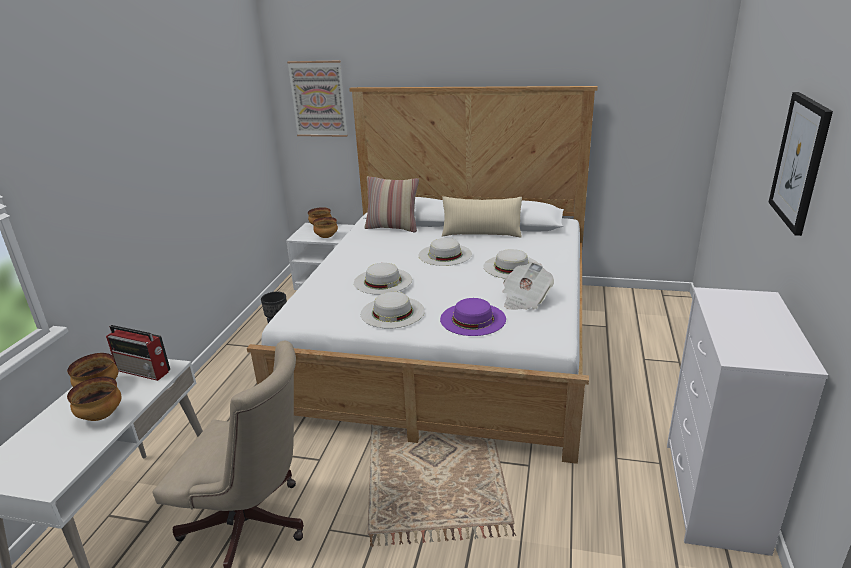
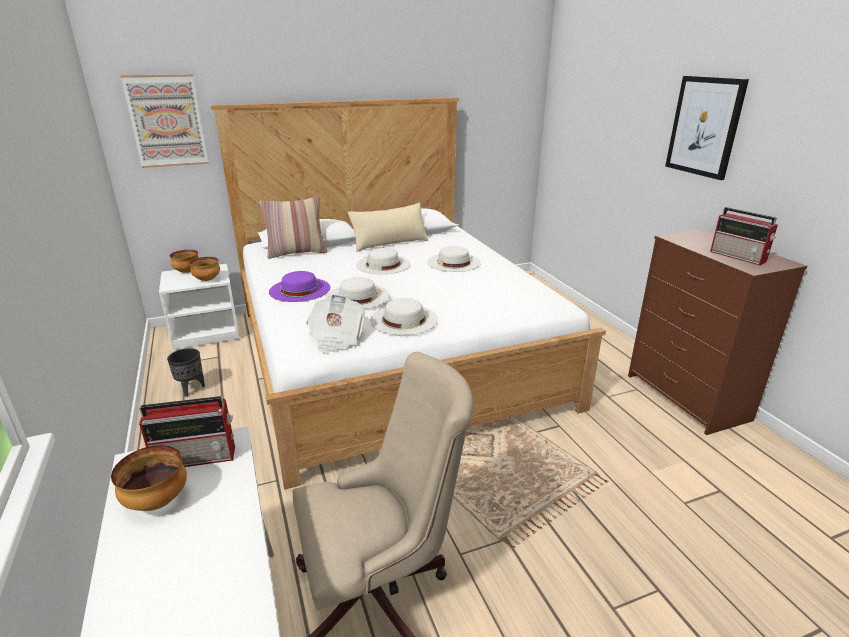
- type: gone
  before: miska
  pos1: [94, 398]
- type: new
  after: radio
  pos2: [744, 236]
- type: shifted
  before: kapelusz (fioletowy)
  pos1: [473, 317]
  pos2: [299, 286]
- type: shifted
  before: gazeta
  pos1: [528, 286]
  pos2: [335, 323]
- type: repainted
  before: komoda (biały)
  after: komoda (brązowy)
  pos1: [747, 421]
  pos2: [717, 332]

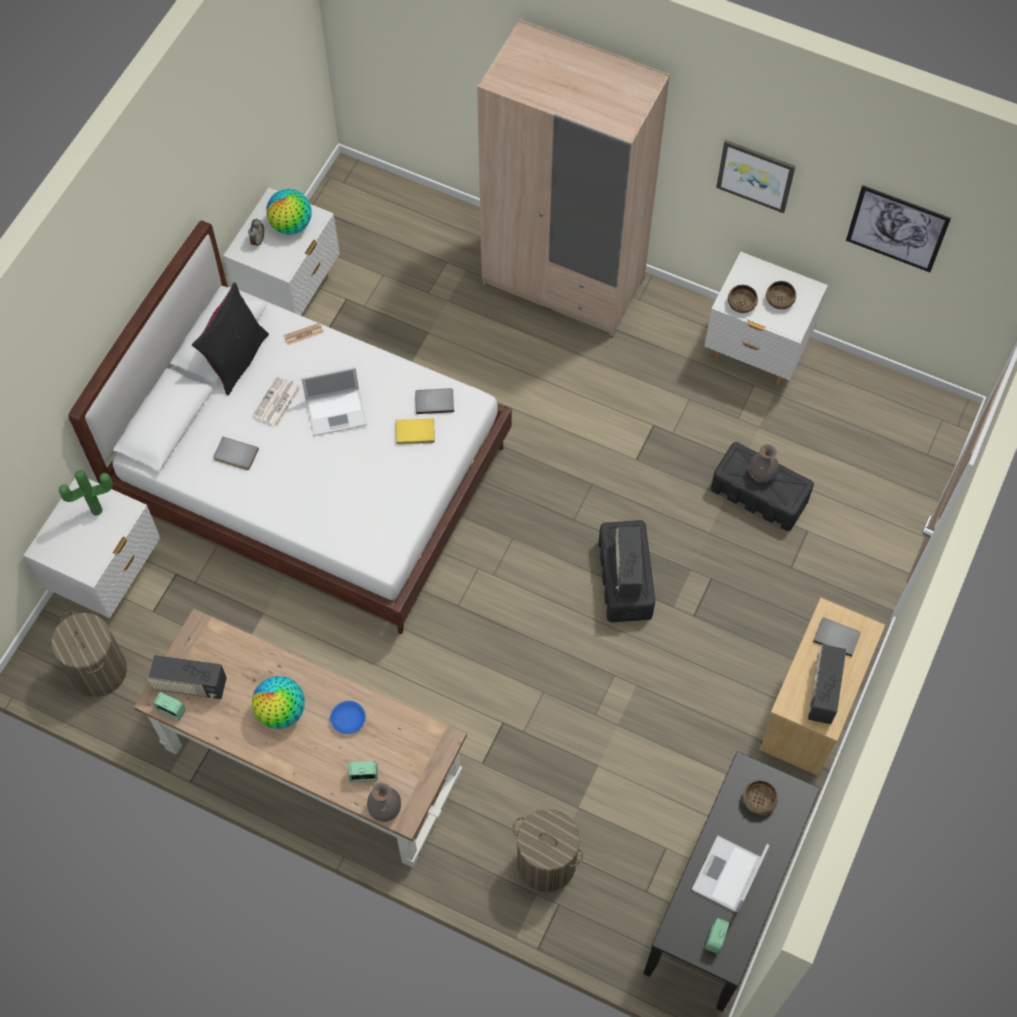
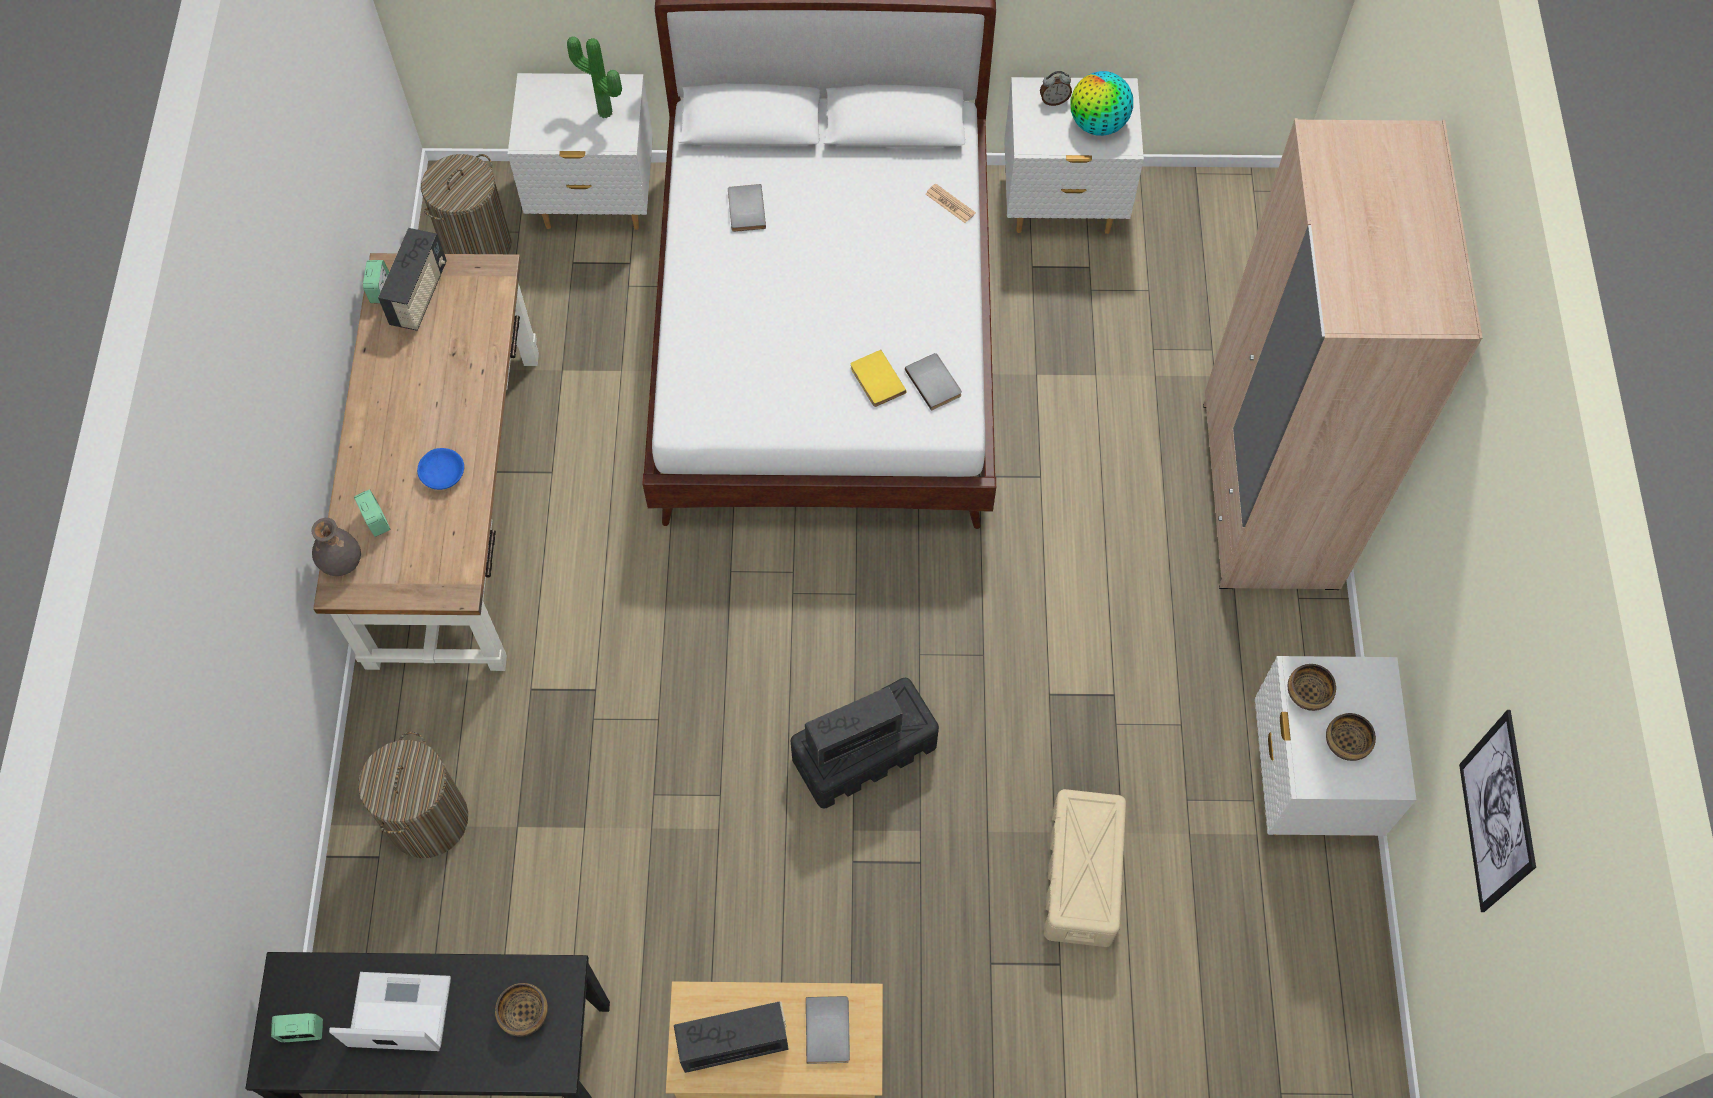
- type: gone
  before: poduszka (czarny)
  pos1: [230, 338]
- type: gone
  before: gazeta
  pos1: [276, 401]
- type: gone
  before: globus
  pos1: [278, 702]
- type: gone
  before: laptop
  pos1: [334, 401]
- type: gone
  before: obraz
  pos1: [756, 176]
- type: gone
  before: wazon (szary)
  pos1: [763, 463]
- type: repainted
  before: pojemnik do przechowywania (czarny)
  after: pojemnik do przechowywania (beżowy)
  pos1: [762, 486]
  pos2: [1085, 868]
- type: rotated
  before: radio
  pos1: [188, 677]
  pos2: [412, 279]
  turn: -150

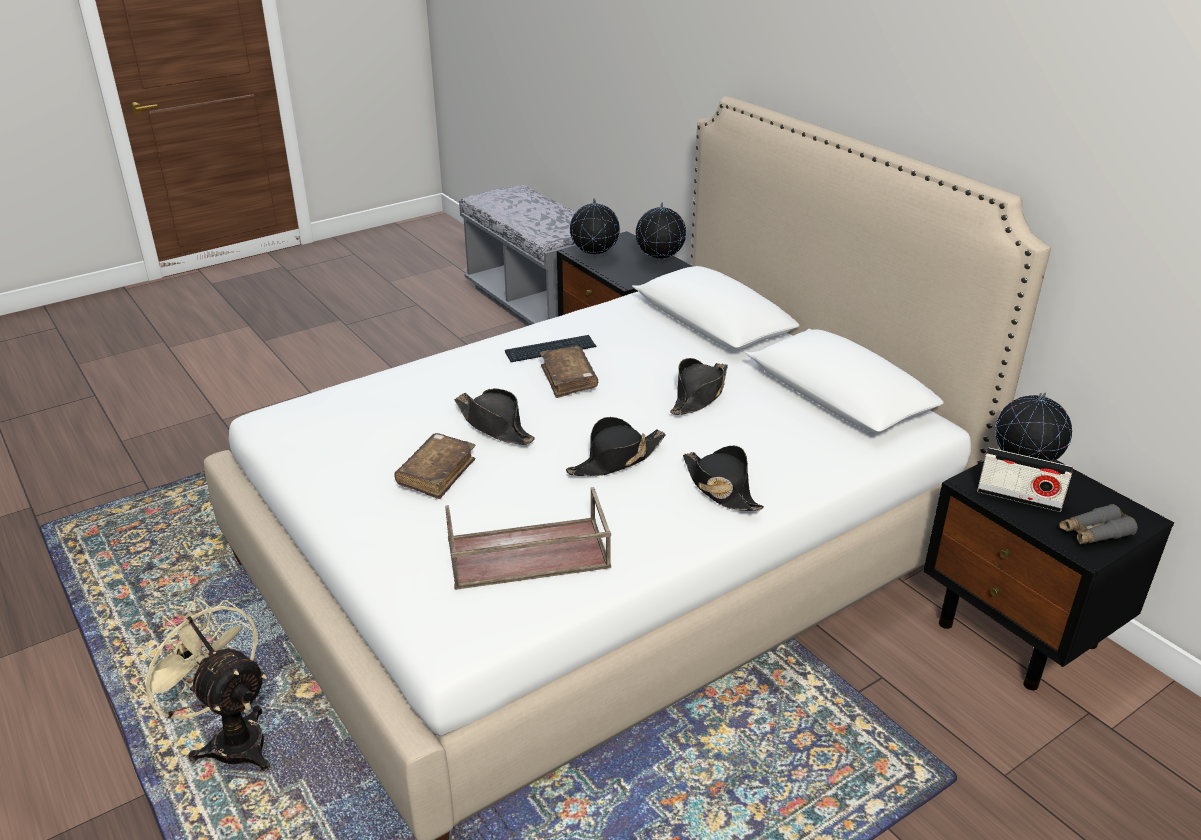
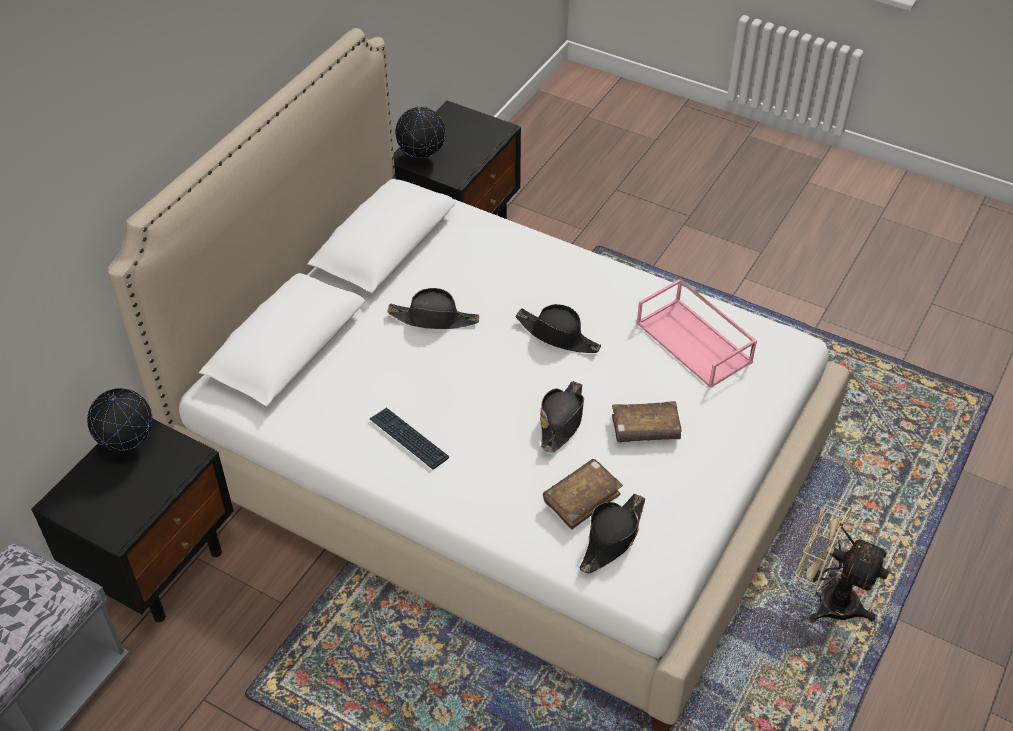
- type: gone
  before: globus
  pos1: [595, 229]
- type: gone
  before: radio
  pos1: [1025, 479]
- type: gone
  before: lornetka (szary)
  pos1: [1098, 524]
- type: shifted
  before: książka (brązowy)
  pos1: [569, 372]
  pos2: [583, 494]
- type: shifted
  before: kapelusz (czarny)
  pos1: [723, 478]
  pos2: [612, 534]
- type: repainted
  before: taca (brązowy)
  after: taca (różowy)
  pos1: [528, 538]
  pos2: [696, 333]
- type: rotated
  before: wentylator (beżowy)
  pos1: [201, 684]
  pos2: [841, 561]
  turn: 105

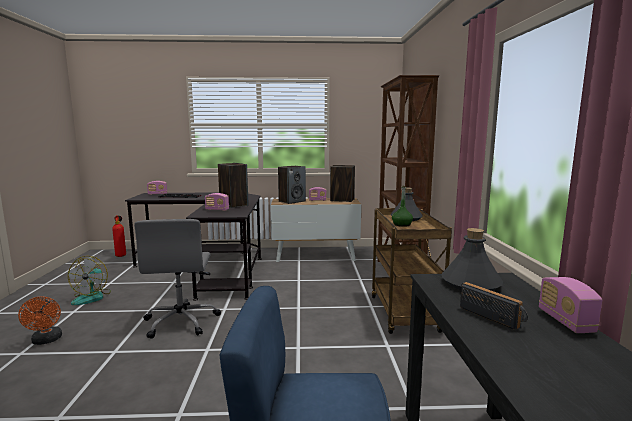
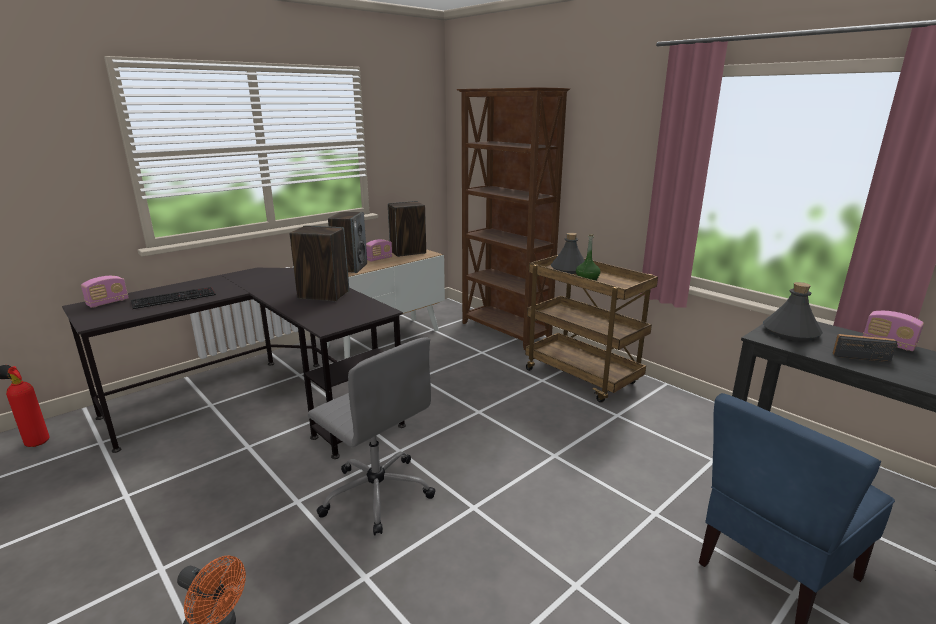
- type: gone
  before: wentylator
  pos1: [89, 280]
- type: gone
  before: radio
  pos1: [217, 202]

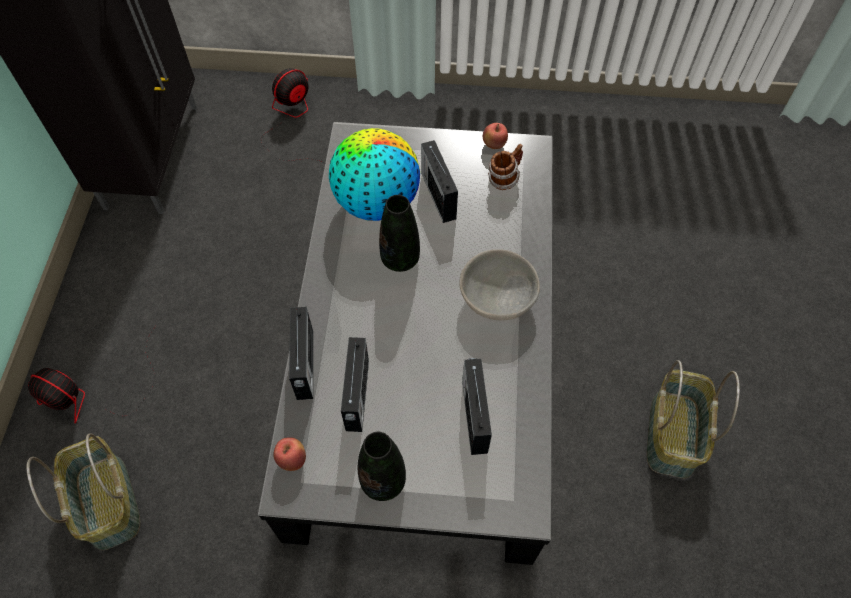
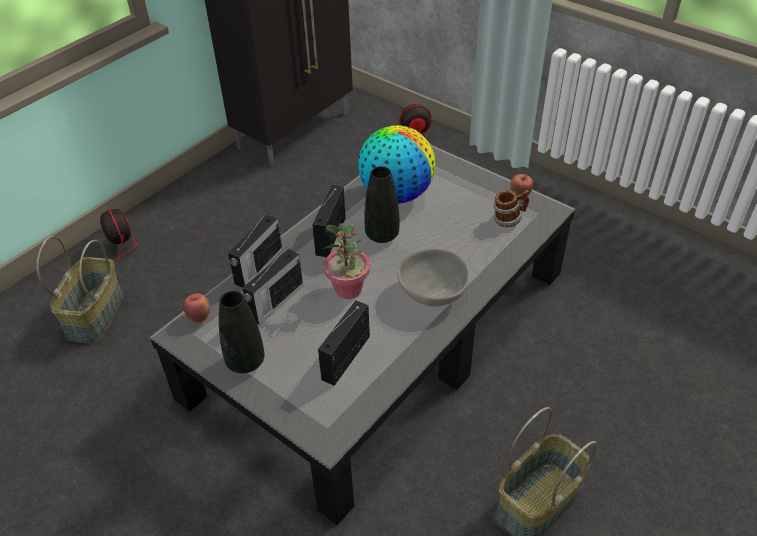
- type: new
  after: roślina doniczkowa
  pos2: [346, 261]
- type: shifted
  before: radio
  pos1: [439, 181]
  pos2: [329, 221]

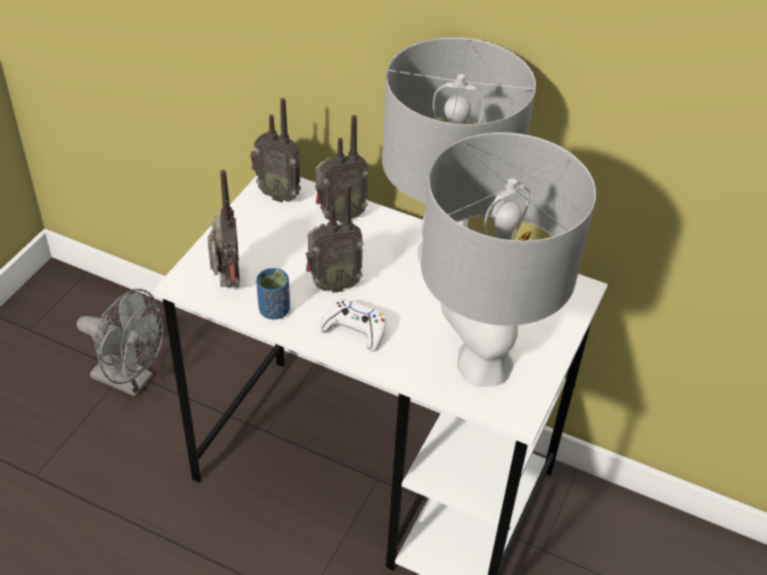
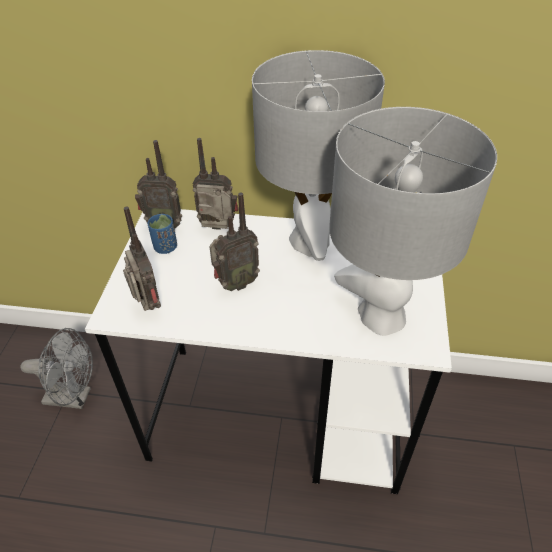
- type: gone
  before: pad do gier (biały)
  pos1: [353, 325]
- type: shifted
  before: filiżanka (niebieski)
  pos1: [273, 294]
  pos2: [162, 234]
- type: rotated
  before: radio
  pos1: [342, 169]
  pos2: [215, 184]
  turn: -135

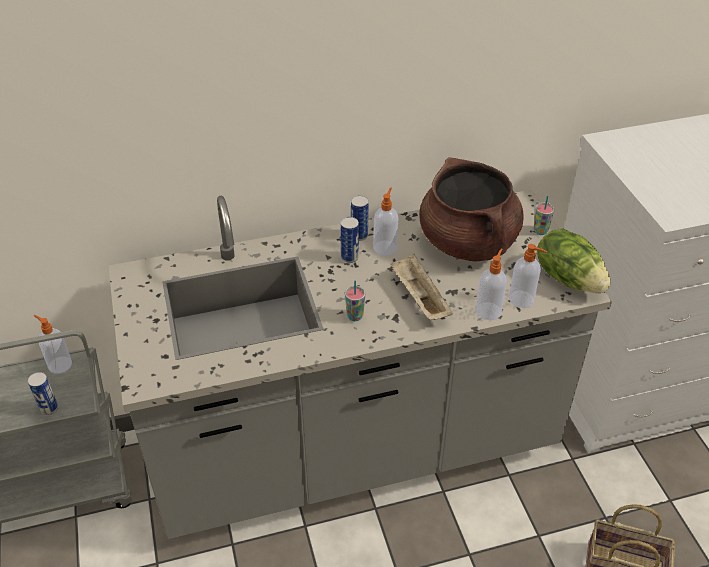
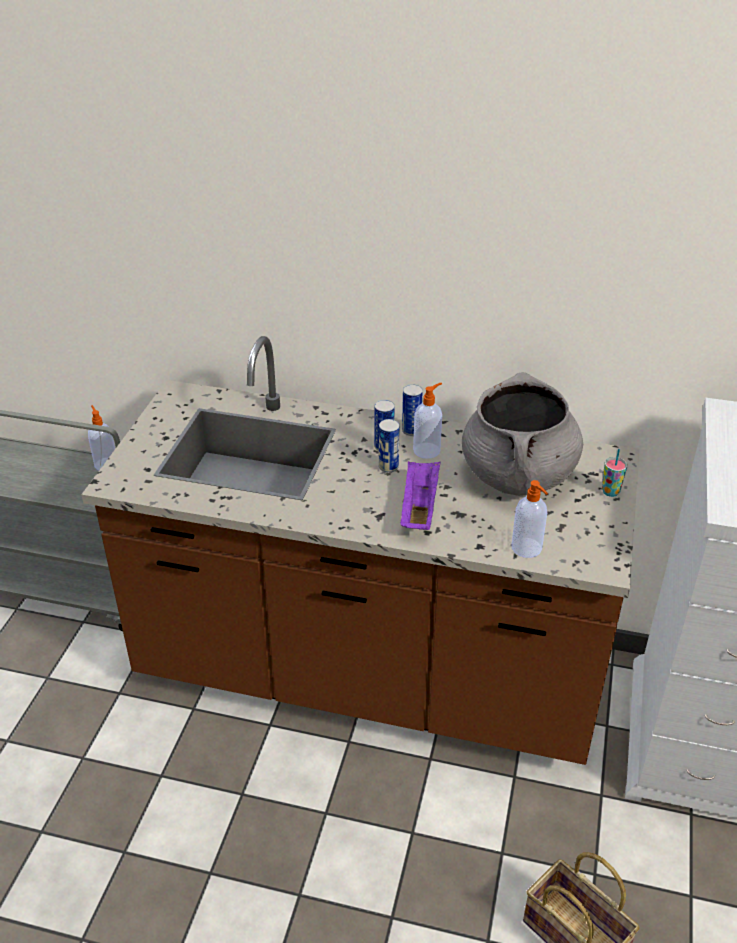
- type: gone
  before: filiżanka
  pos1: [355, 300]
- type: gone
  before: dozownik mydła
  pos1: [491, 284]
- type: gone
  before: sałata
  pos1: [574, 261]
- type: shifted
  before: puszka
  pos1: [43, 393]
  pos2: [389, 446]
- type: repainted
  before: zabudowa kuchenna (szary)
  after: zabudowa kuchenna (brązowy)
  pos1: [360, 364]
  pos2: [360, 550]
- type: repainted
  before: taca (beżowy)
  after: taca (fioletowy)
  pos1: [422, 287]
  pos2: [420, 495]
- type: repainted
  before: garnek (brązowy)
  after: garnek (szary)
  pos1: [471, 209]
  pos2: [522, 434]

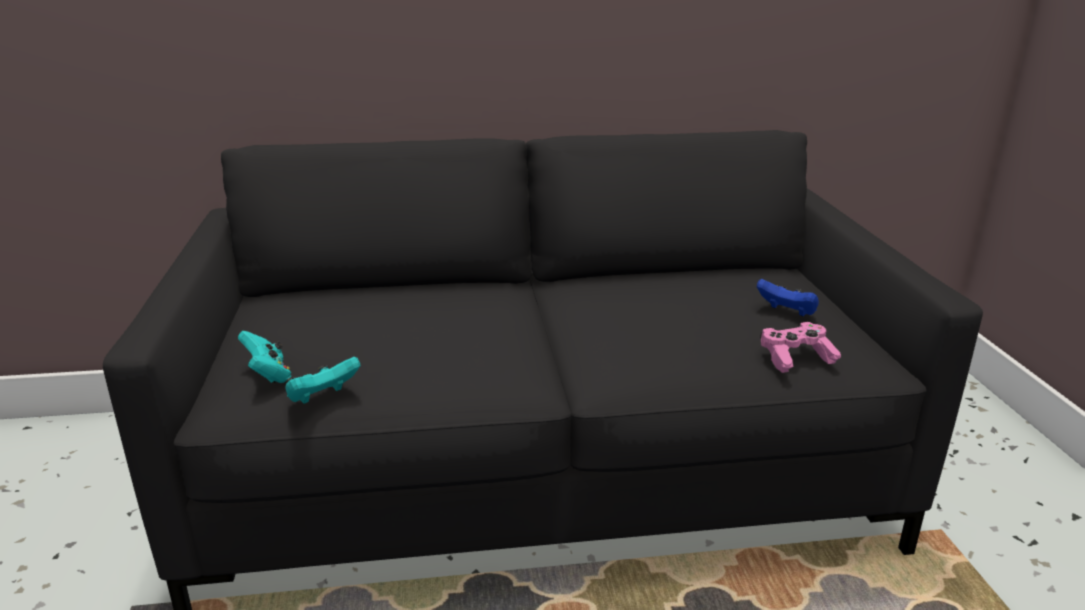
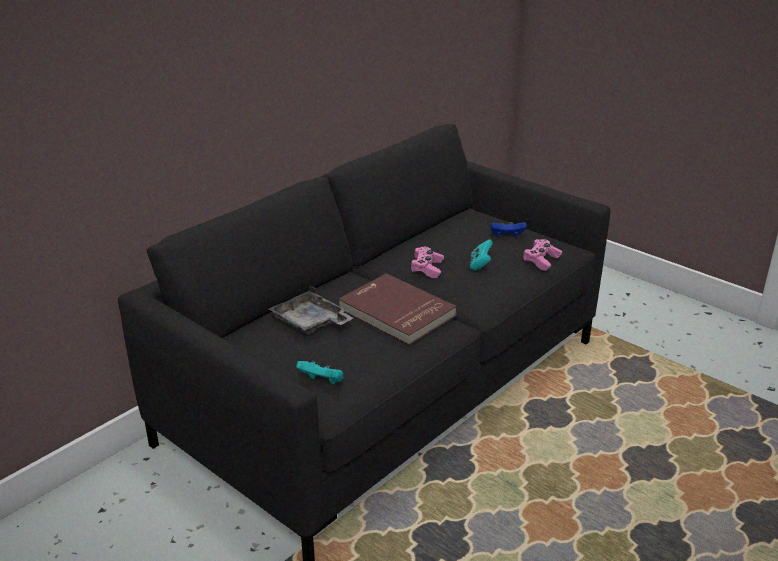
- type: new
  after: taca (szary)
  pos2: [311, 310]
- type: new
  after: książka (czerwony)
  pos2: [398, 309]
- type: new
  after: pad do gier (różowy)
  pos2: [427, 262]
- type: shifted
  before: pad do gier (turkusowy)
  pos1: [322, 380]
  pos2: [481, 255]

